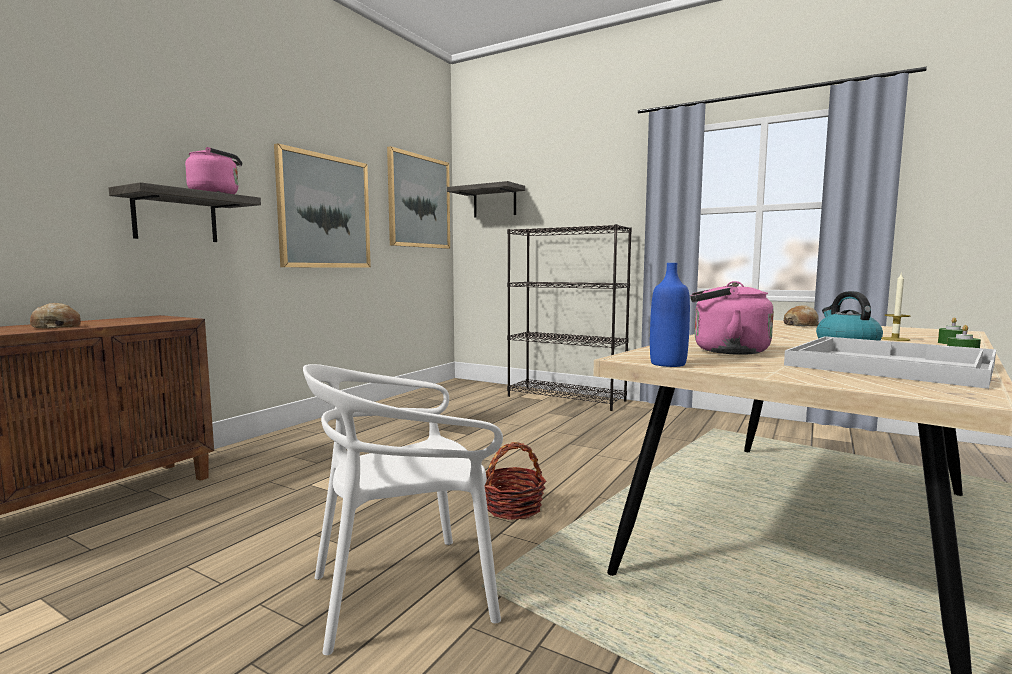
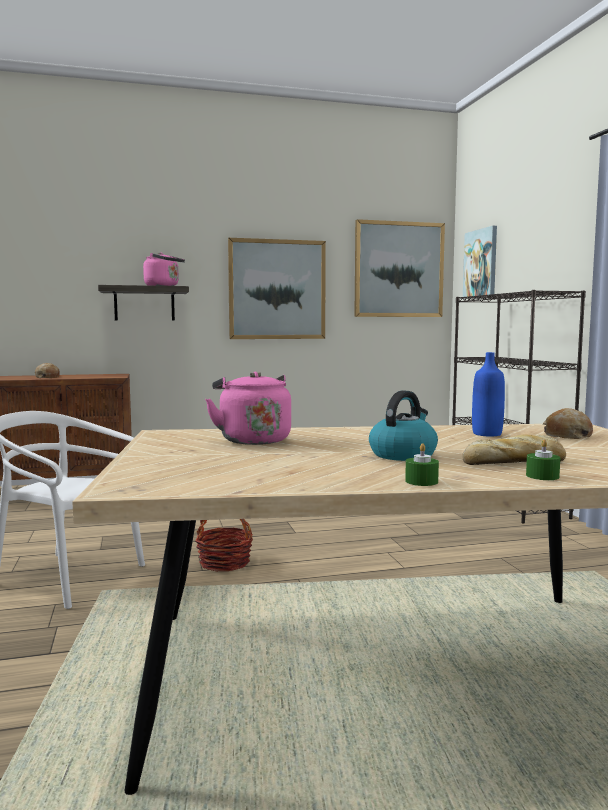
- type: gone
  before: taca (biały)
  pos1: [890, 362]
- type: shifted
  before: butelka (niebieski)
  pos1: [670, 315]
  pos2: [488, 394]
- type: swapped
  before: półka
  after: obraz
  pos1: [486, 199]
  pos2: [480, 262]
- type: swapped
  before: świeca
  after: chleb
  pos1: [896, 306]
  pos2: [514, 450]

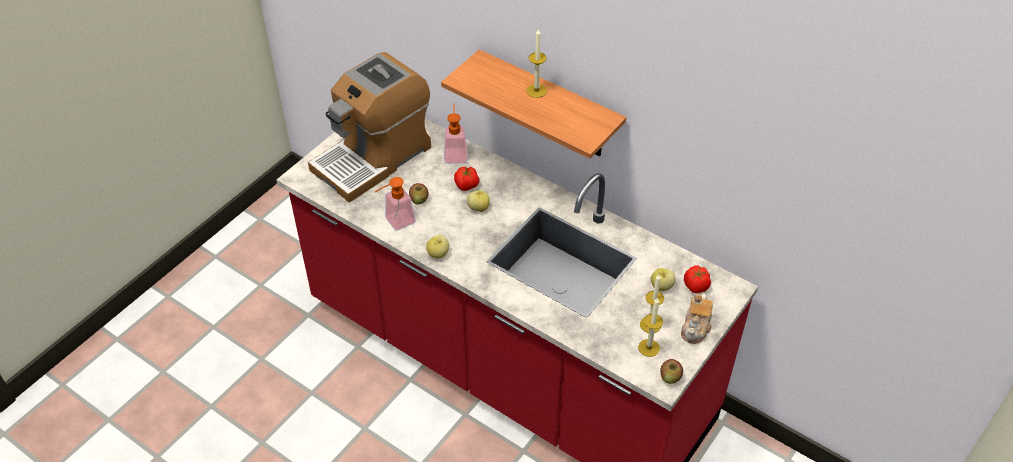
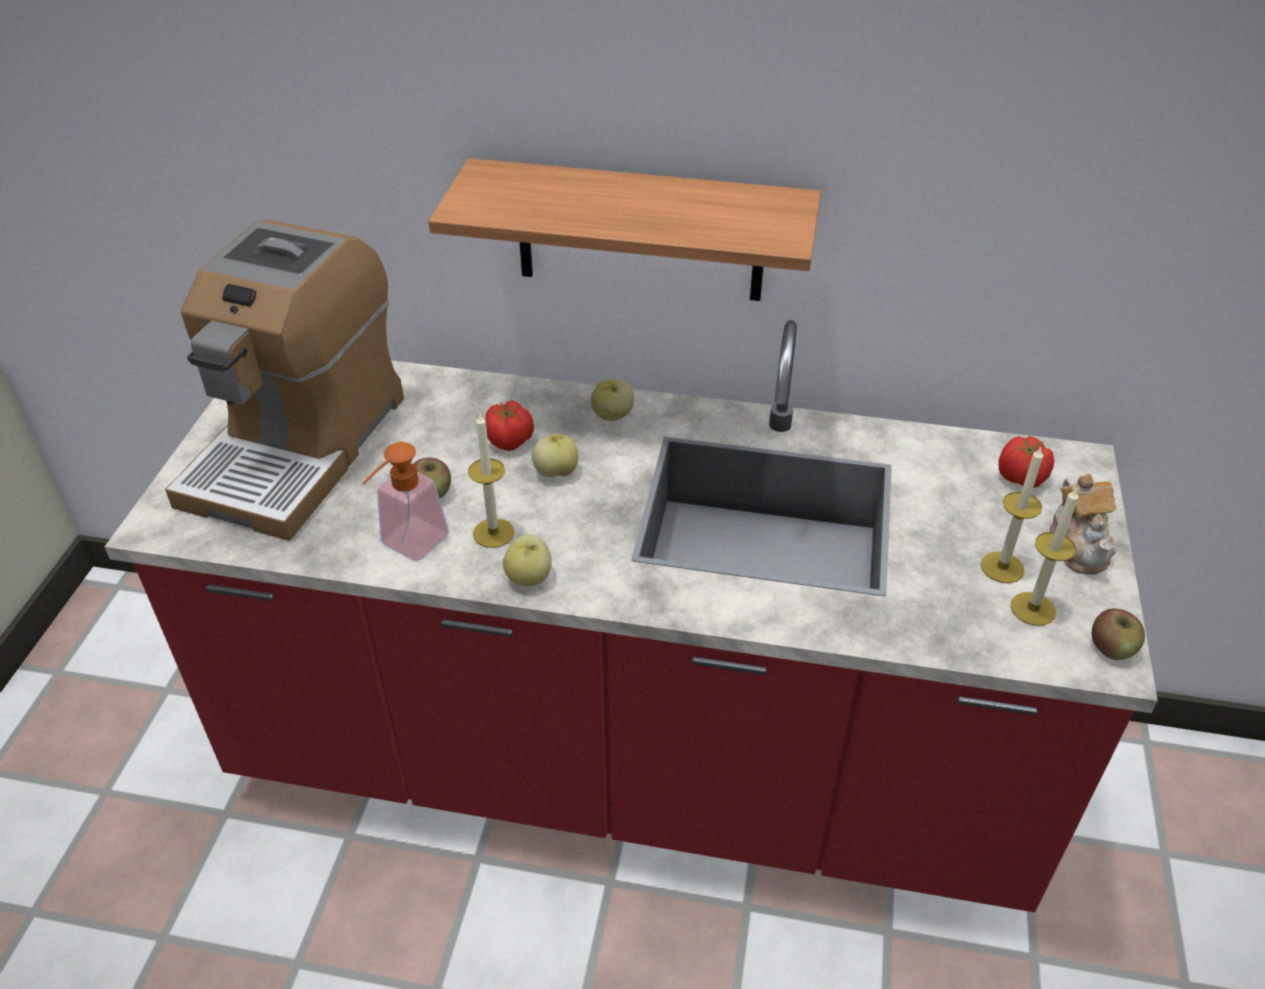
- type: gone
  before: dozownik mydła
  pos1: [456, 134]
- type: shifted
  before: świeca
  pos1: [536, 63]
  pos2: [491, 480]
- type: shifted
  before: jabłko
  pos1: [663, 279]
  pos2: [612, 400]

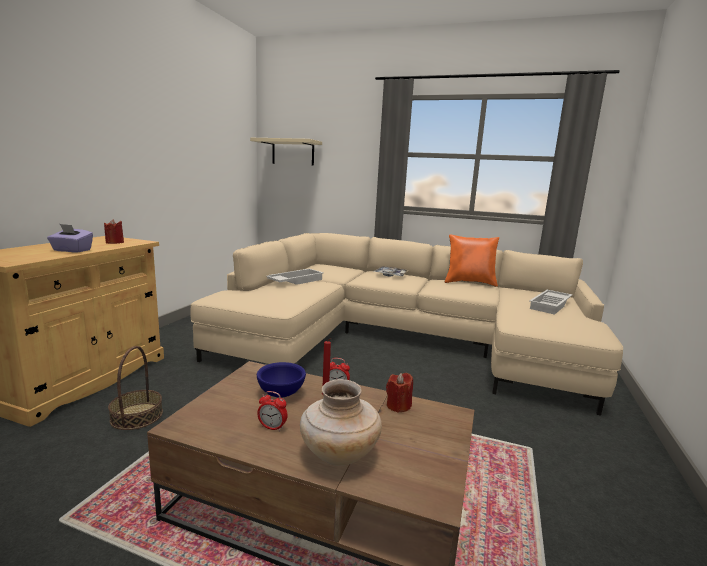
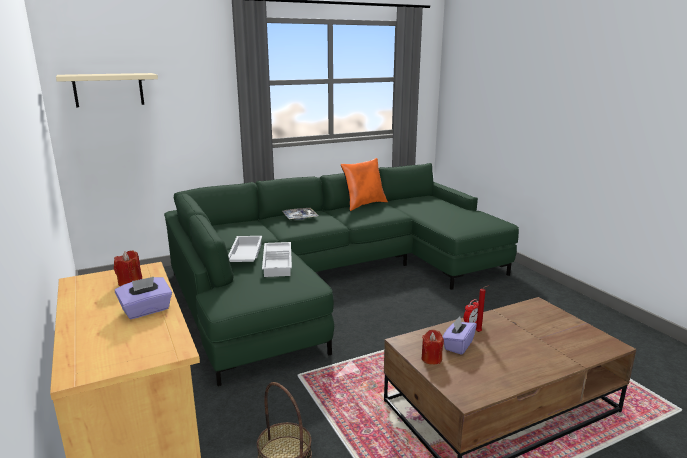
- type: gone
  before: budzik
  pos1: [272, 411]
- type: gone
  before: wazon (beżowy)
  pos1: [341, 422]
- type: shifted
  before: świeca (czerwony)
  pos1: [399, 393]
  pos2: [432, 347]
- type: shifted
  before: taca (biały)
  pos1: [551, 302]
  pos2: [277, 259]
- type: swapped
  before: miska (niebieski)
  after: pudełko chusteczek (fioletowy)
  pos1: [281, 379]
  pos2: [460, 335]
- type: repainted
  before: kanapa (beżowy)
  after: kanapa (zielony)
  pos1: [406, 324]
  pos2: [341, 274]

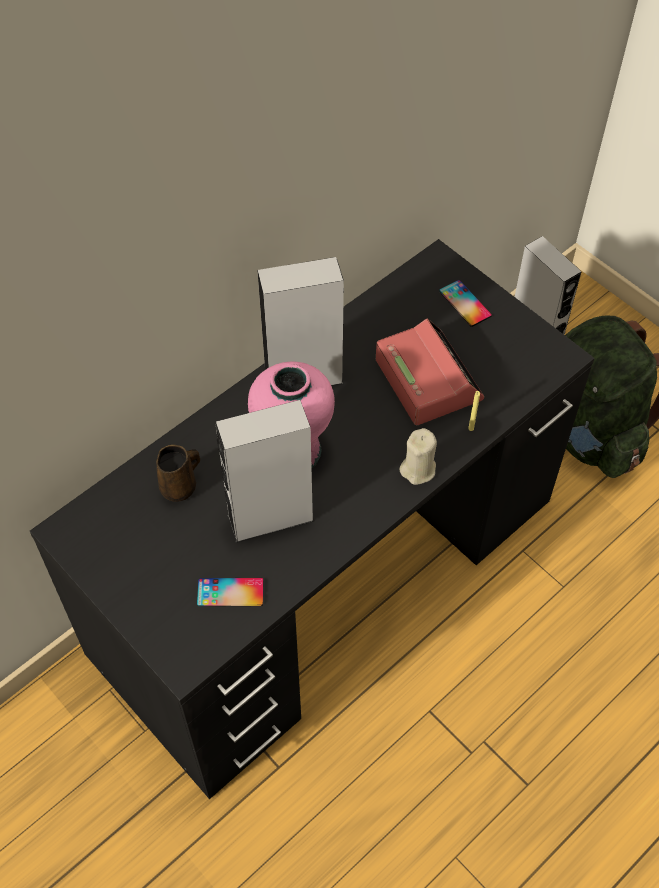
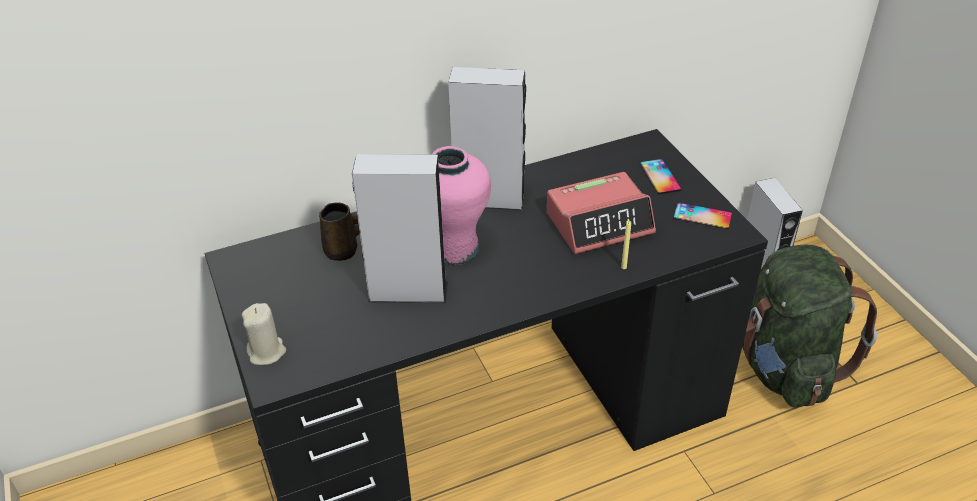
- type: shifted
  before: telefon
  pos1: [230, 592]
  pos2: [702, 215]
- type: shifted
  before: świeca (beżowy)
  pos1: [418, 456]
  pos2: [264, 334]
- type: rotated
  before: budzik
  pos1: [430, 371]
  pos2: [601, 213]
  turn: 75

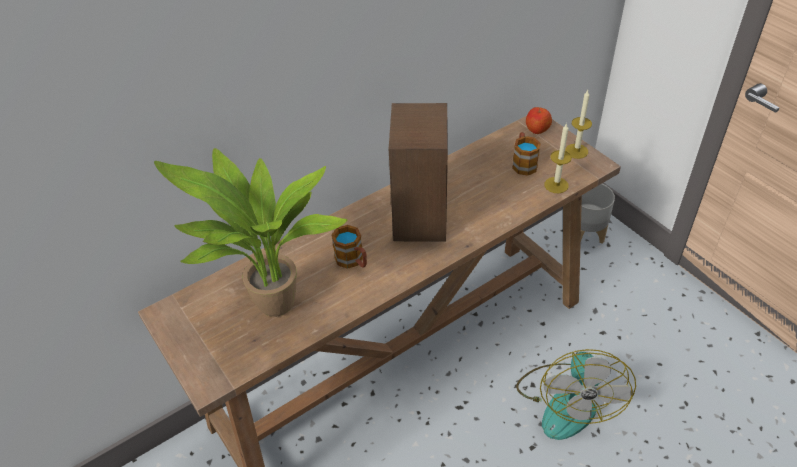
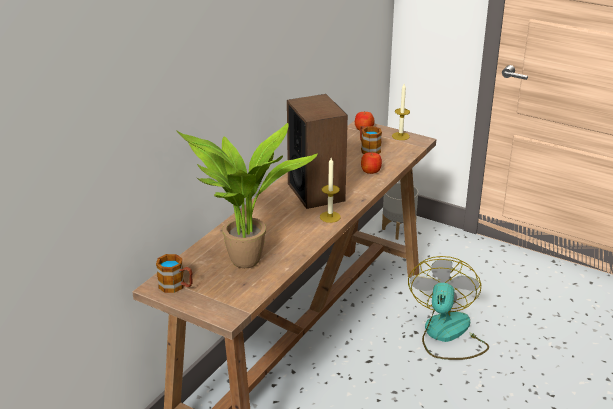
- type: new
  after: jabłko
  pos2: [371, 163]
- type: shifted
  before: kubek
  pos1: [349, 247]
  pos2: [174, 273]
- type: shifted
  before: świeca
  pos1: [558, 158]
  pos2: [330, 190]
- type: rotated
  before: wentylator
  pos1: [576, 394]
  pos2: [448, 308]
  turn: -150

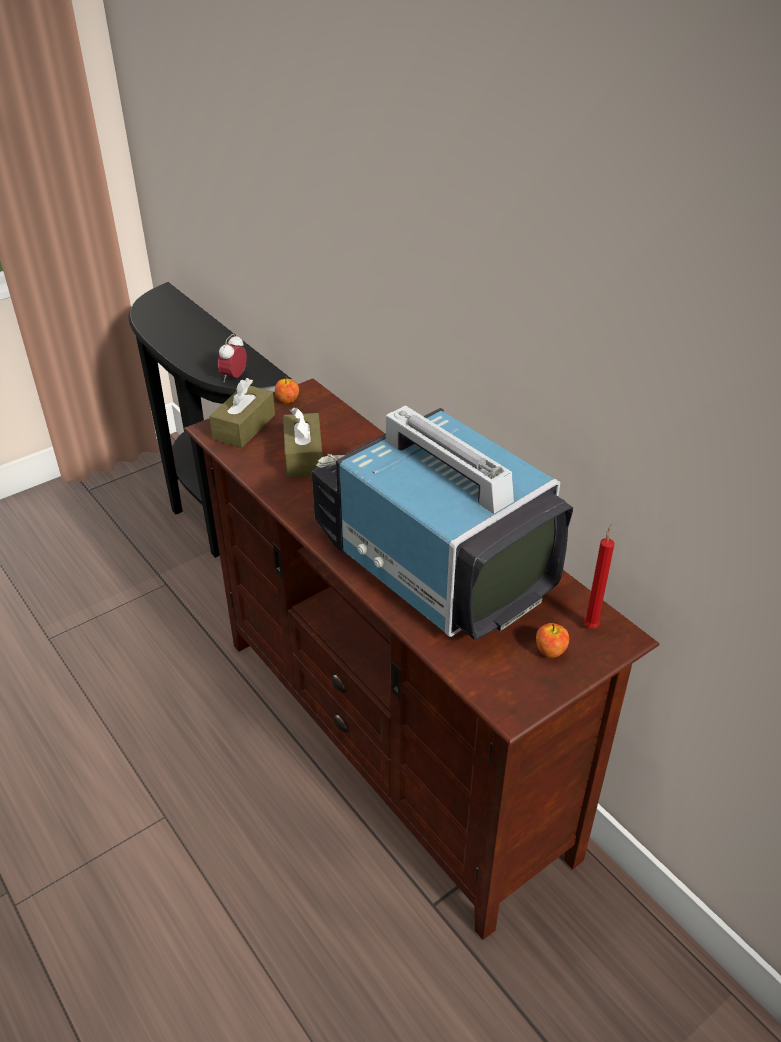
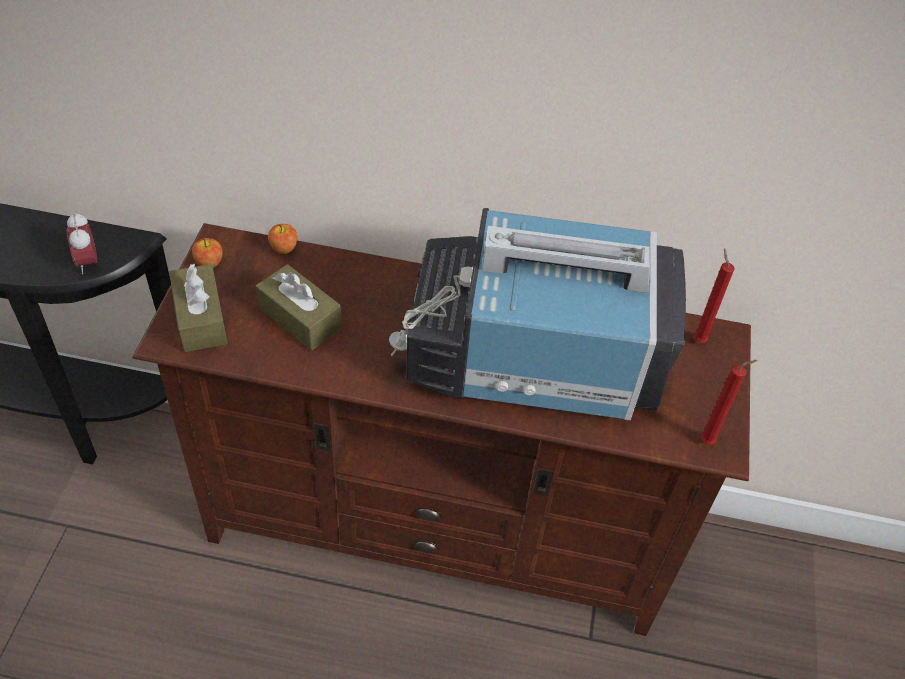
- type: new
  after: świeca (czerwony)
  pos2: [729, 402]
- type: shifted
  before: jabłko
  pos1: [552, 640]
  pos2: [282, 239]

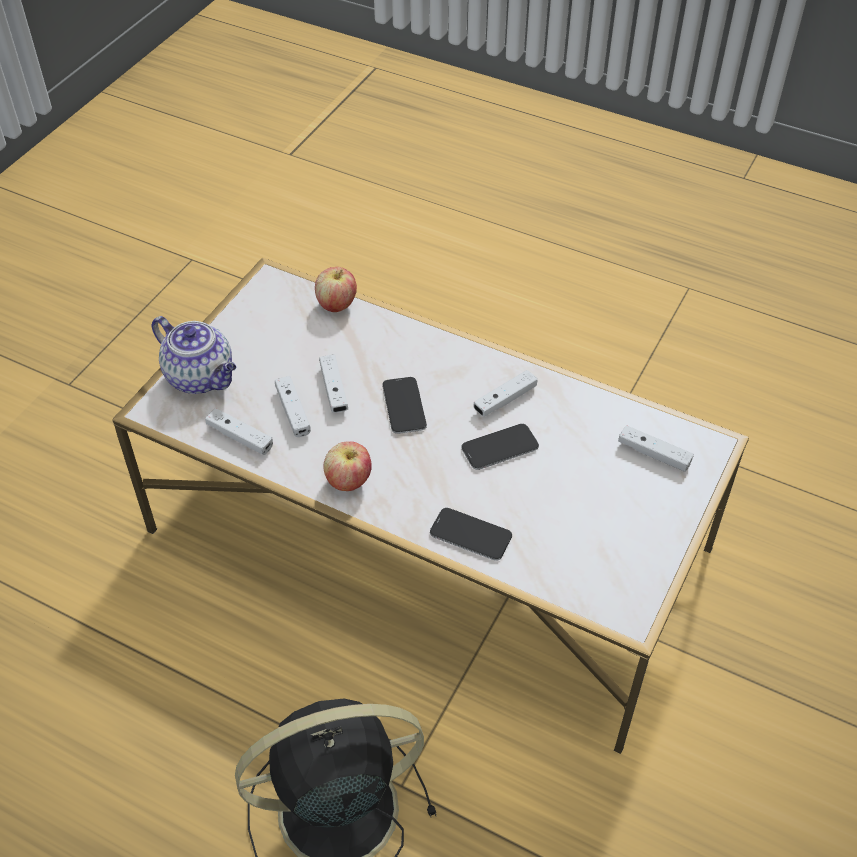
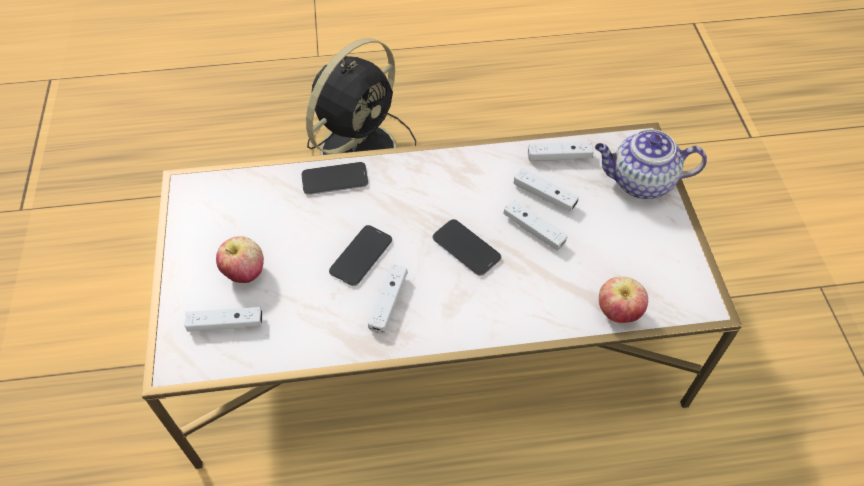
- type: shifted
  before: jabłko
  pos1: [347, 466]
  pos2: [240, 259]

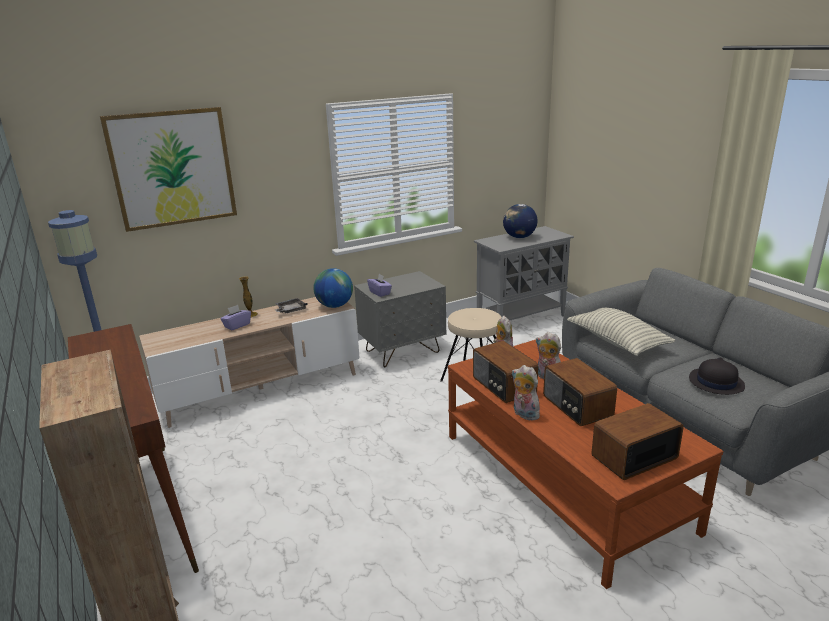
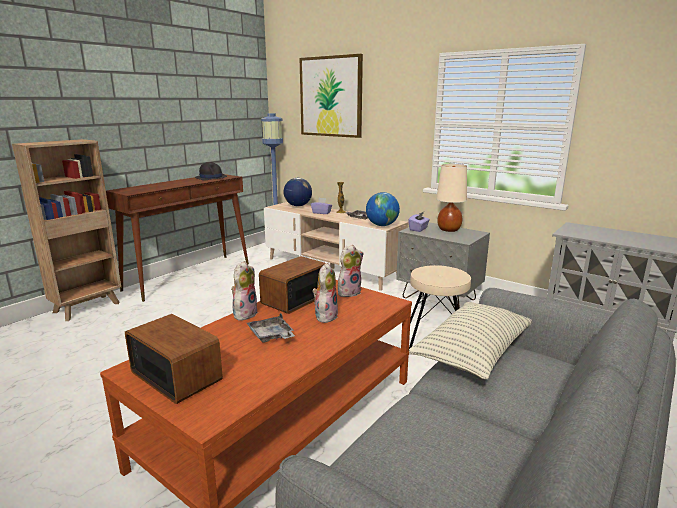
- type: new
  after: lampa stołowa (beżowy)
  pos2: [451, 198]
- type: shifted
  before: globus
  pos1: [520, 221]
  pos2: [298, 192]
- type: shifted
  before: kapelusz (czarny)
  pos1: [717, 376]
  pos2: [211, 171]
- type: swapped
  before: radio
  after: taca (szary)
  pos1: [580, 392]
  pos2: [271, 328]

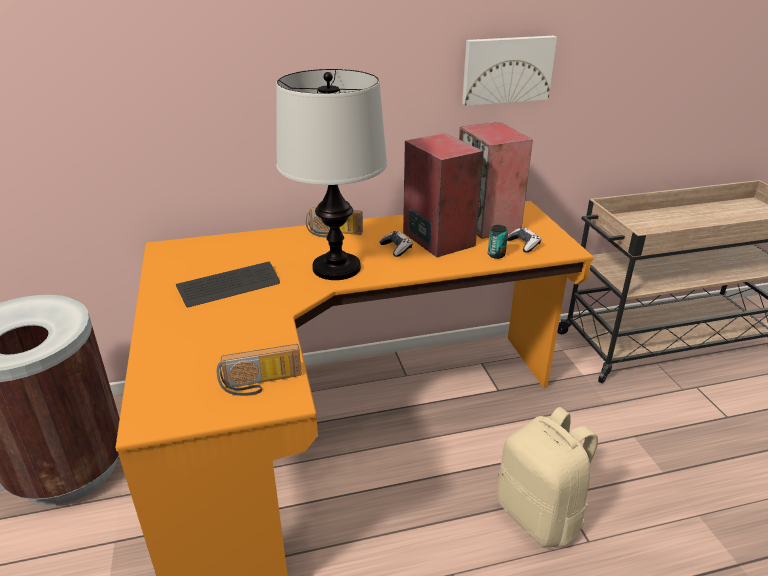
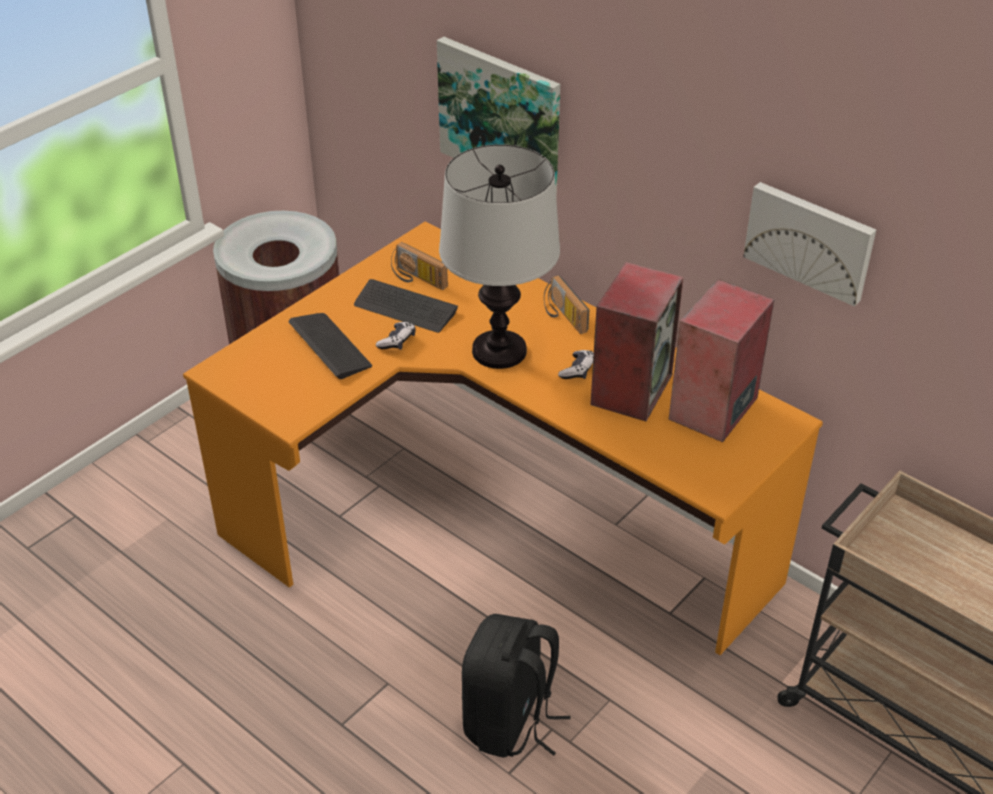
- type: gone
  before: puszka
  pos1: [498, 242]
- type: new
  after: klawiatura
  pos2: [330, 346]
- type: new
  after: obraz
  pos2: [498, 117]
- type: shifted
  before: radio
  pos1: [259, 370]
  pos2: [419, 266]
- type: shifted
  before: pad do gier
  pos1: [524, 239]
  pos2: [396, 336]
- type: repainted
  before: plecak (beżowy)
  after: plecak (czarny)
  pos1: [547, 477]
  pos2: [516, 686]

